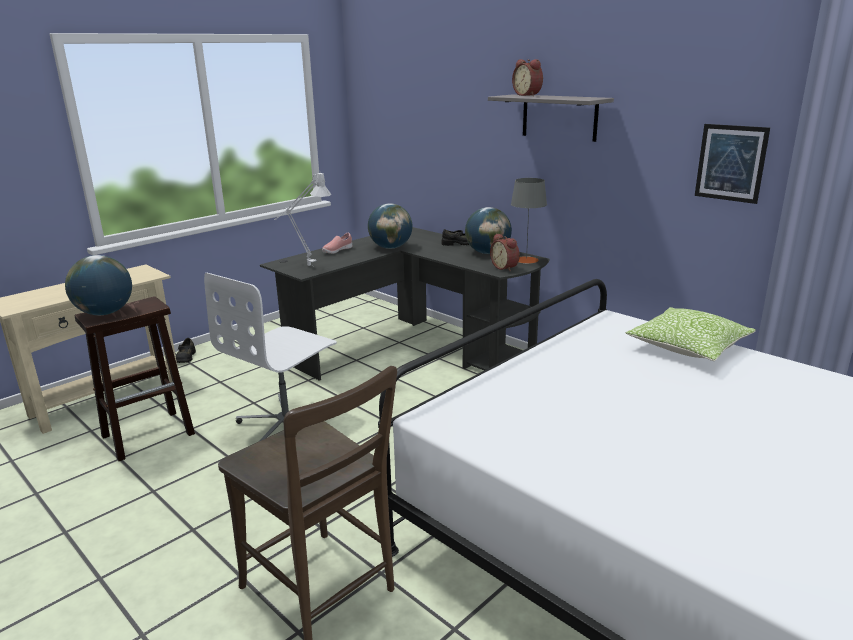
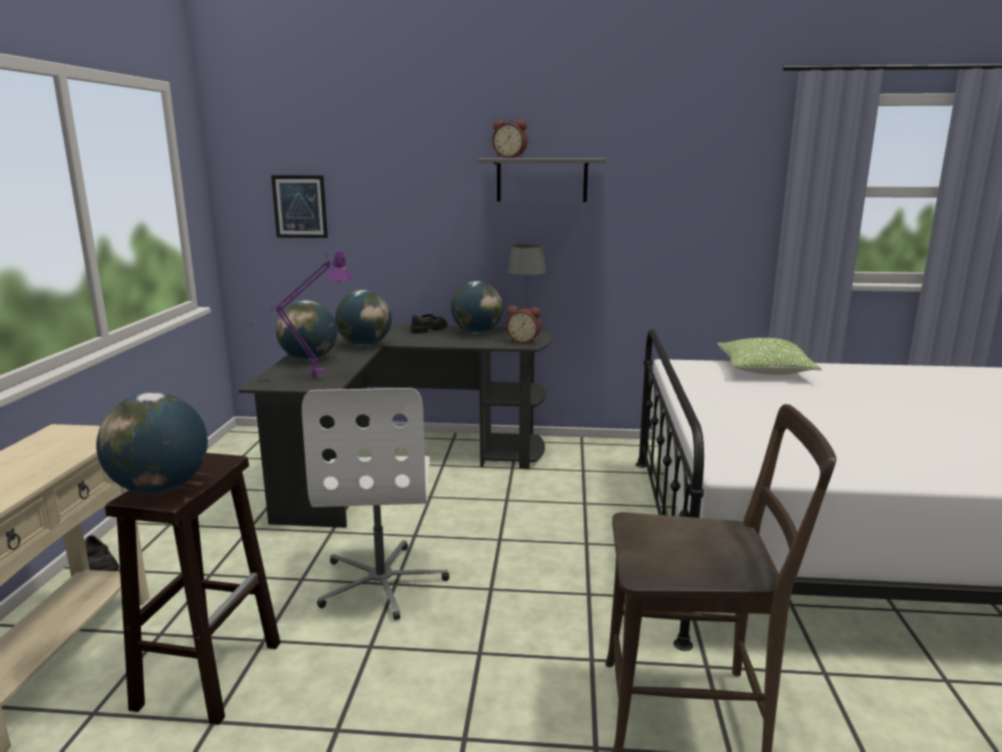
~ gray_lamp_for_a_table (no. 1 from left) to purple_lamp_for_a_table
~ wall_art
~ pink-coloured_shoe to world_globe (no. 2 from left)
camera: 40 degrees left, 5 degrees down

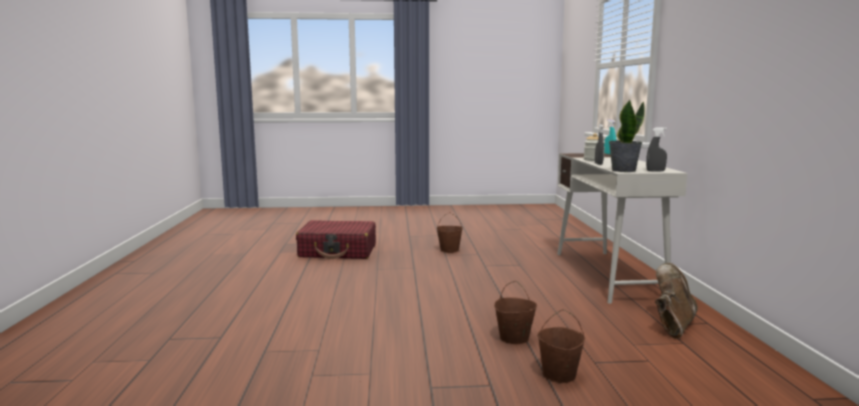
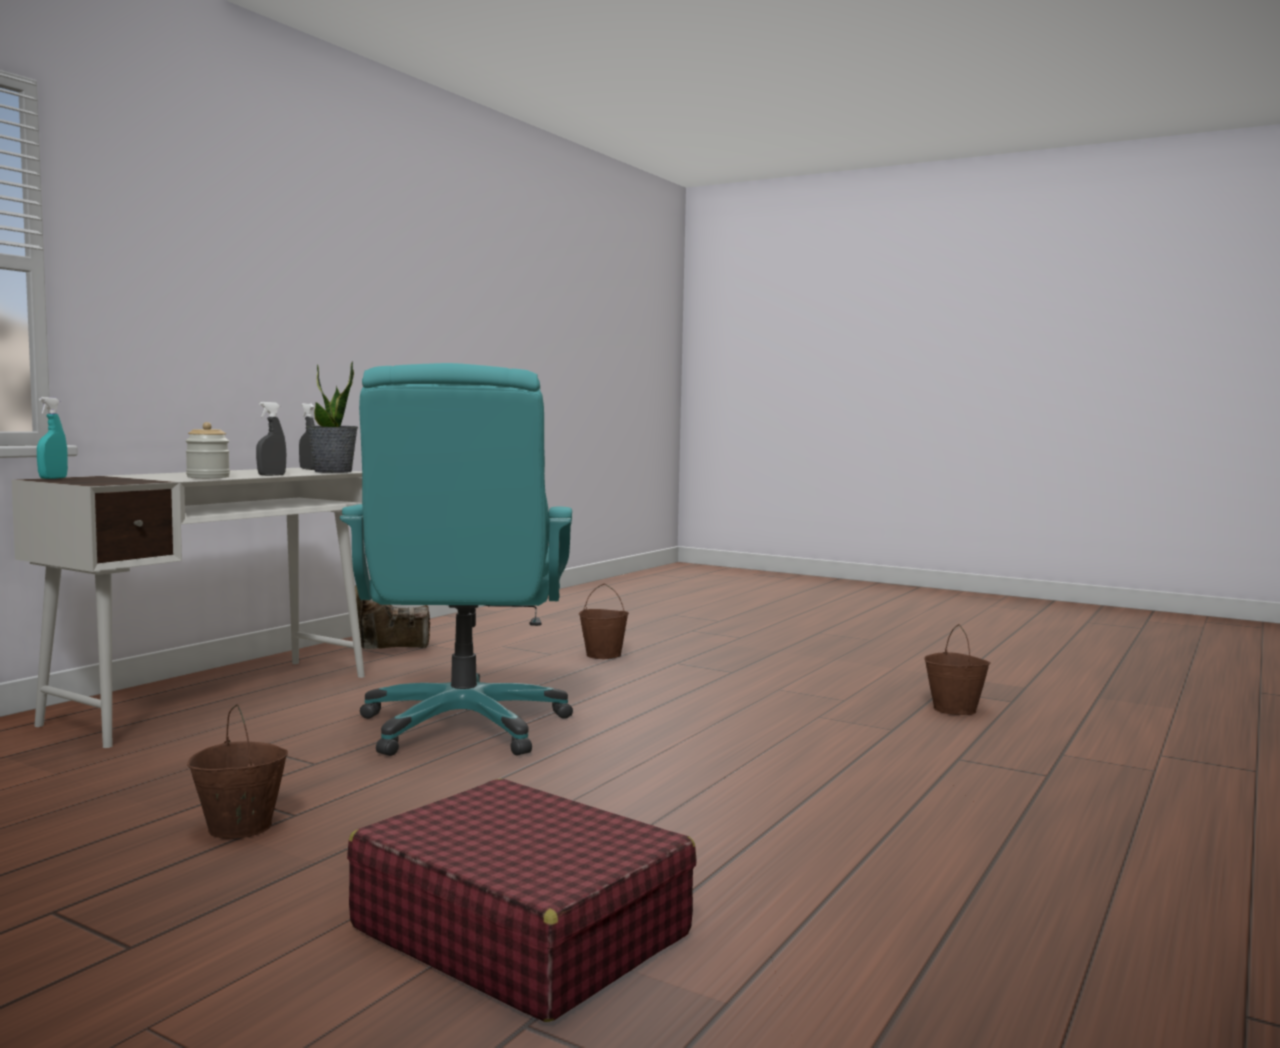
+ blue-green_computer_chair
~ brownish_bucket (no. 2 from left in the first image) to brownish_bucket (no. 3 from left)
camera: 145 degrees left, 5 degrees down

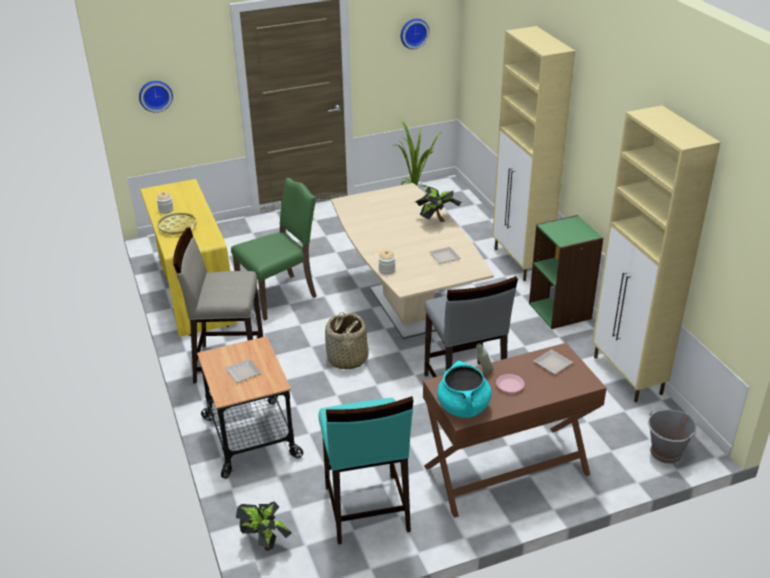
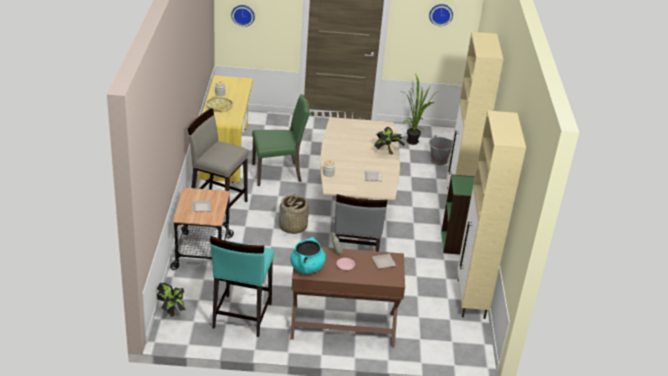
~ gray_bucket
camera: 20 degrees right, 0 degrees up

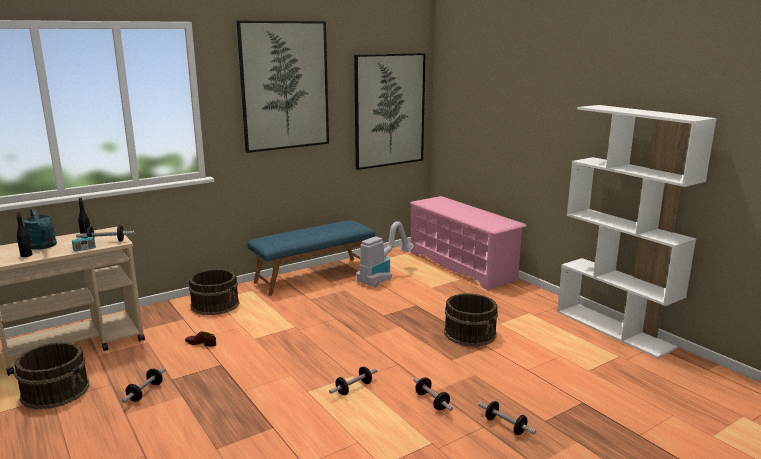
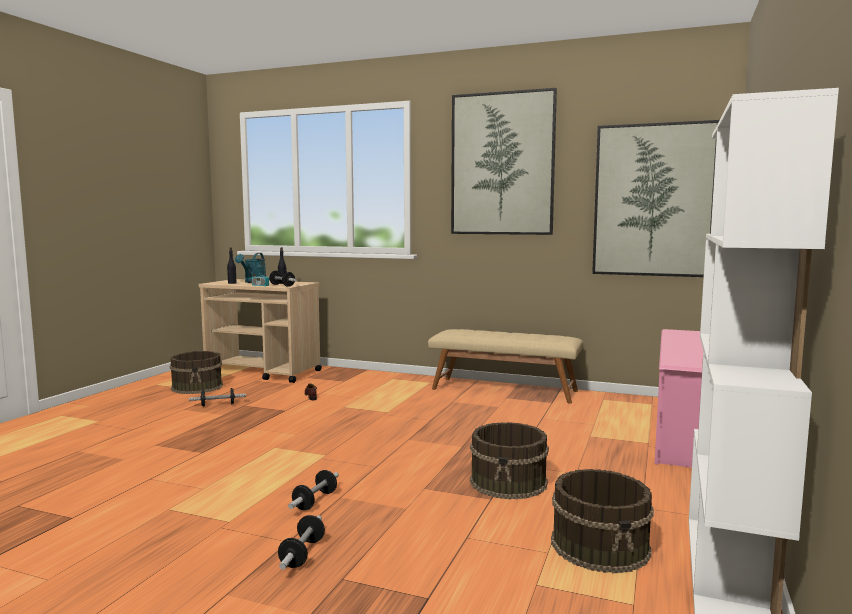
~ blue-coloured_long_seat to beige-coloured_long_seat
~ brownish_bucket (no. 2 from left in the first image) to brownish_bucket (no. 3 from left)
- free_weight (no. 3 from left)
- vacuum_cleaner
camera: 55 degrees right, 10 degrees down

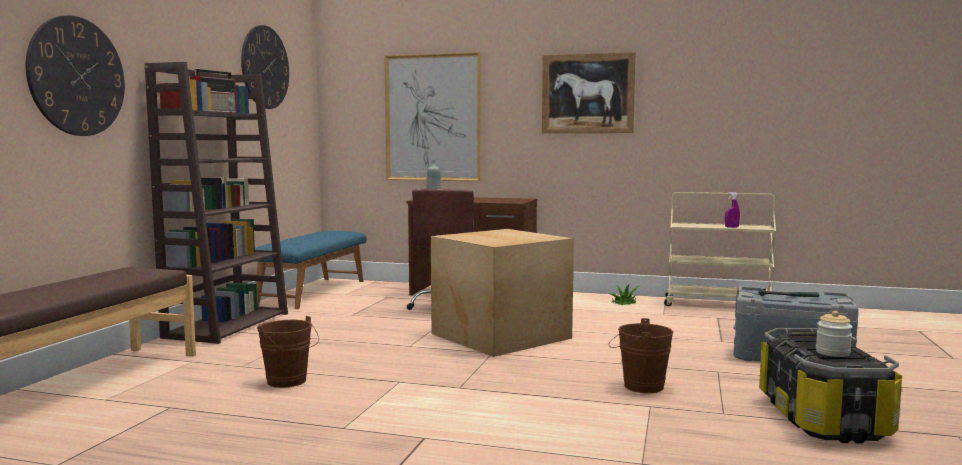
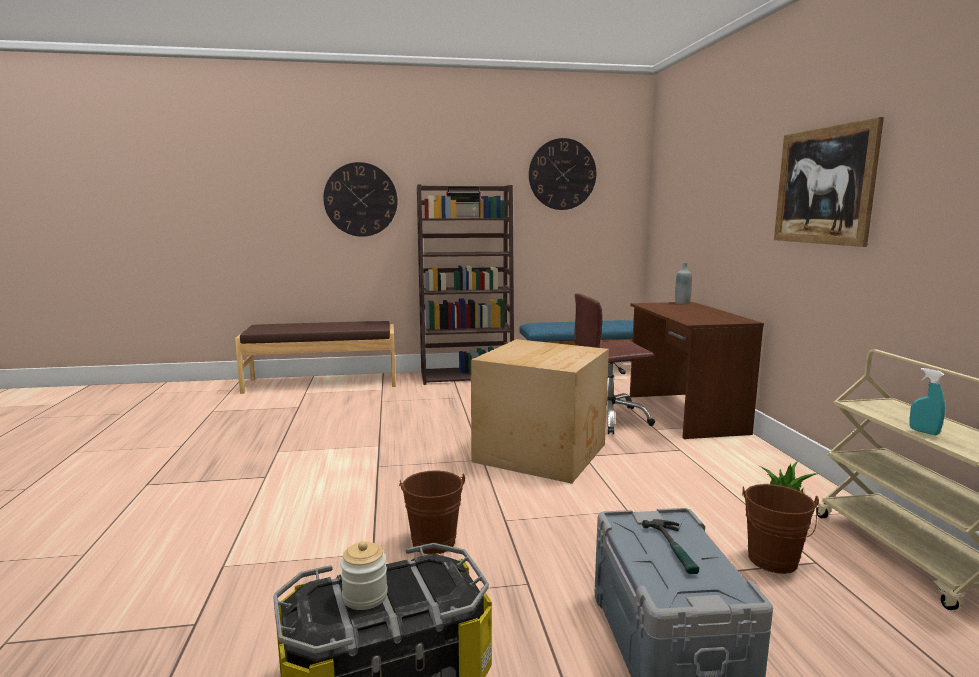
~ brownish_bucket (no. 1 from left in the first image) to brownish_bucket (no. 2 from left)
~ purple_hand_sprayer to blue-green_hand_sprayer
- wall_art (no. 1 from left)
camera: 65 degrees right, 5 degrees up

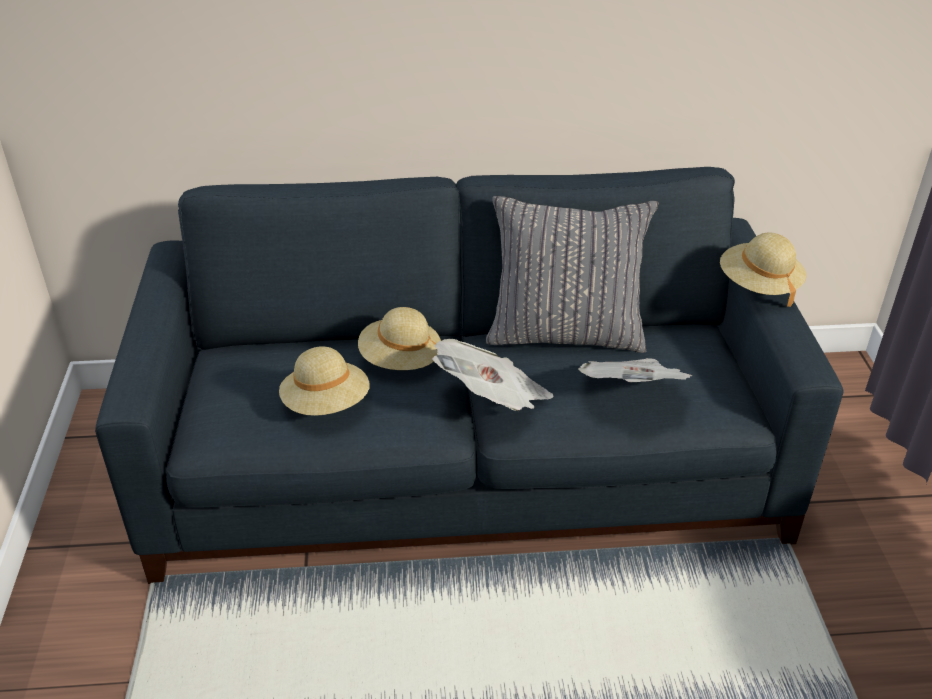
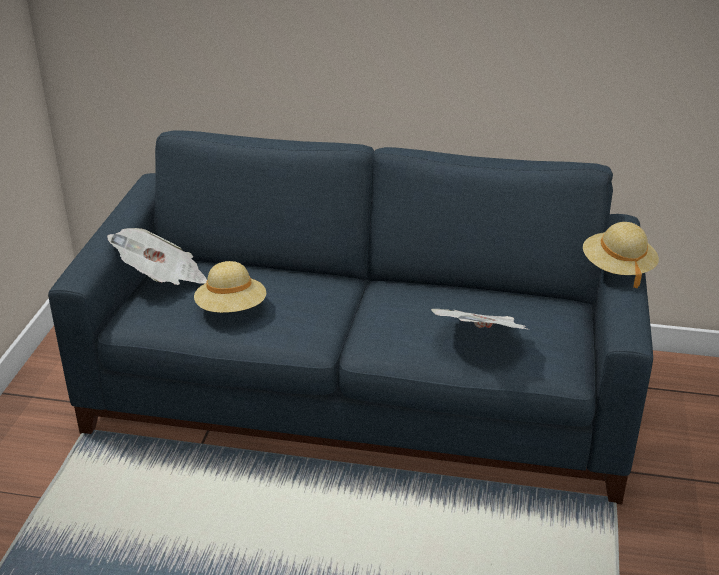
~ newspaper (no. 1 from left)
- beige-coloured_hat (no. 2 from left)
- gray_pillow
camera: 15 degrees right, 5 degrees down

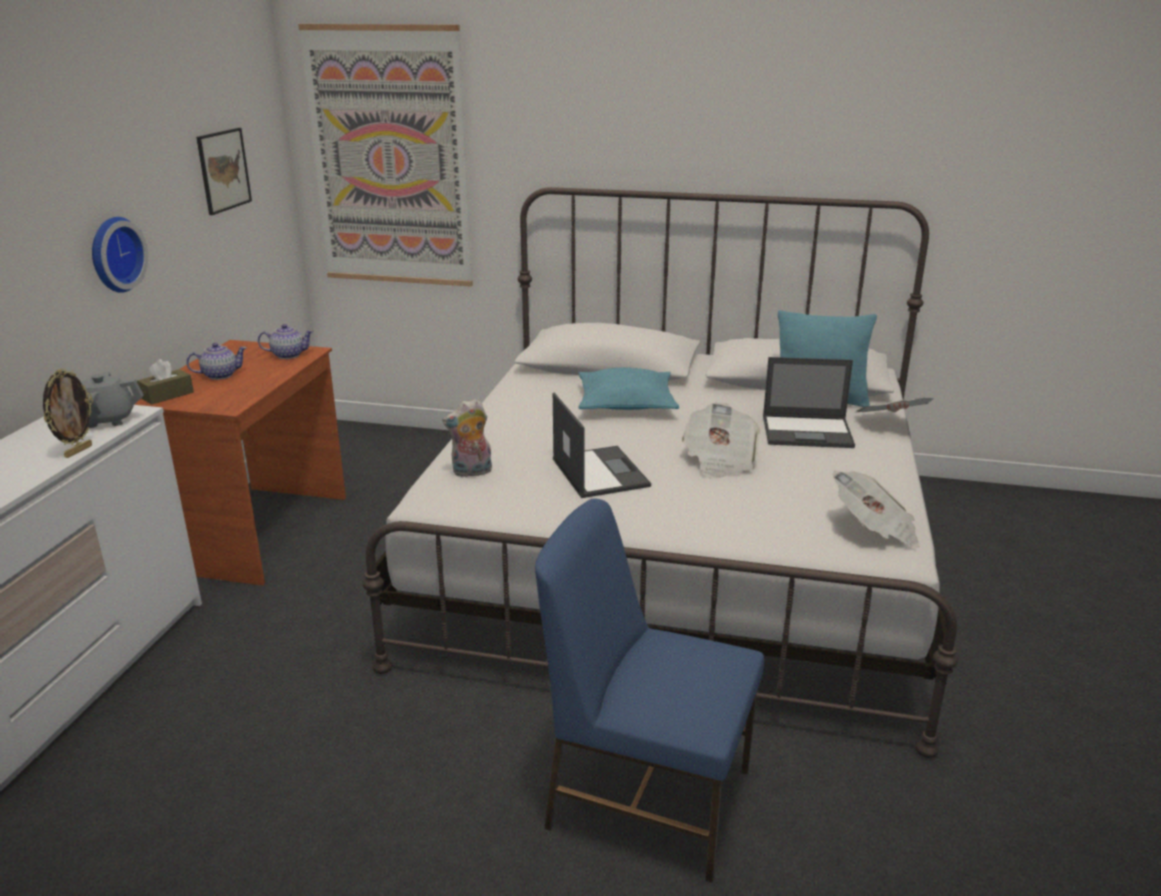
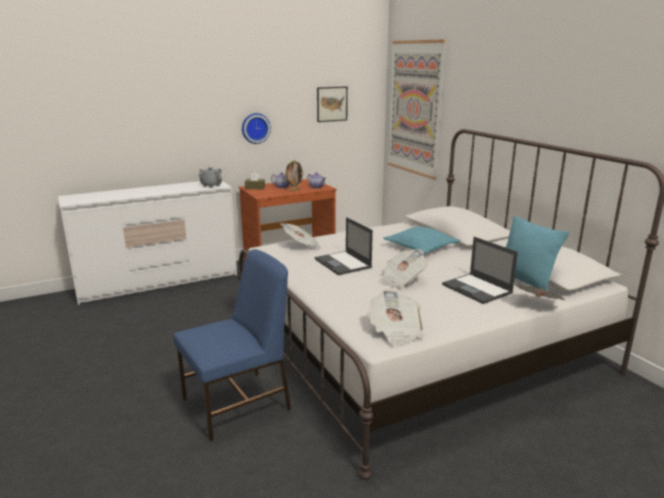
~ blue-coloured_plain_chair 75 degrees clockwise
~ soft_toy to newspaper (no. 1 from left)
~ photo_frame
~ portable_computer (no. 1 from left) 120 degrees clockwise
camera: 50 degrees right, 5 degrees down

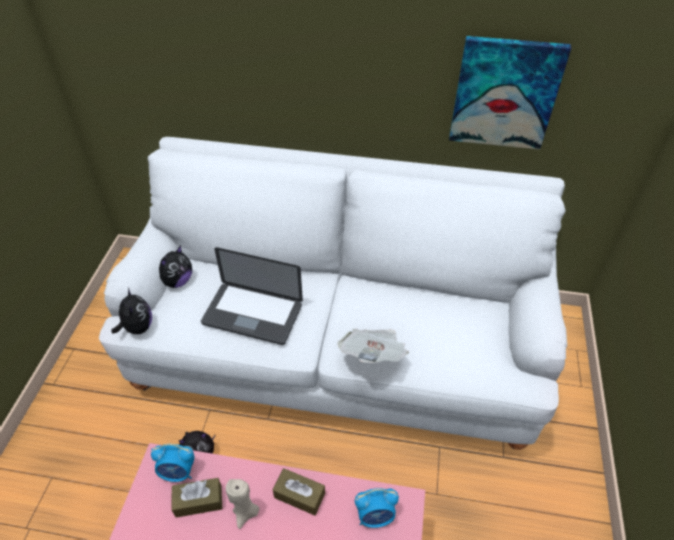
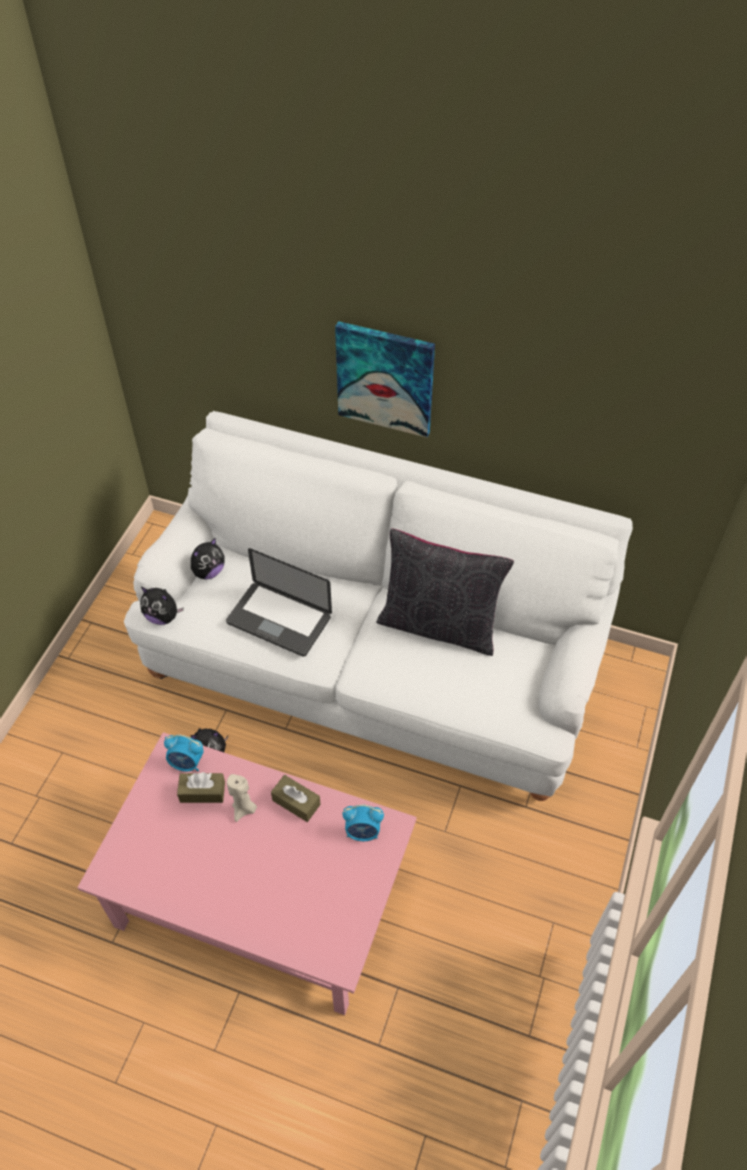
~ soft_toy (no. 1 from left) 120 degrees clockwise
~ wall_art
+ black-coloured_pillow
- newspaper
camera: 10 degrees right, 5 degrees up

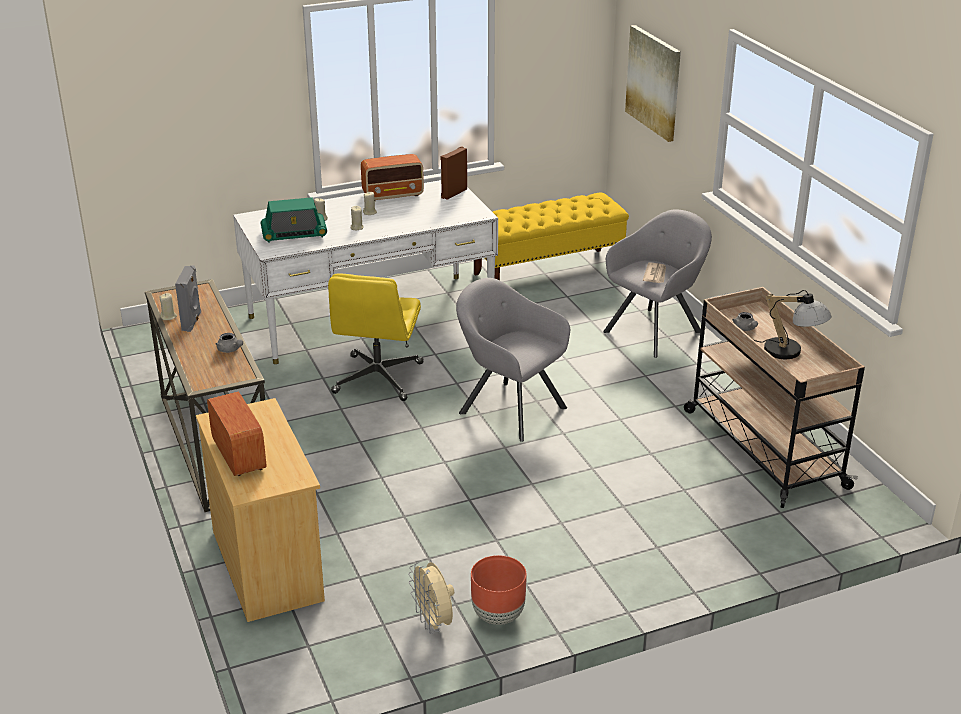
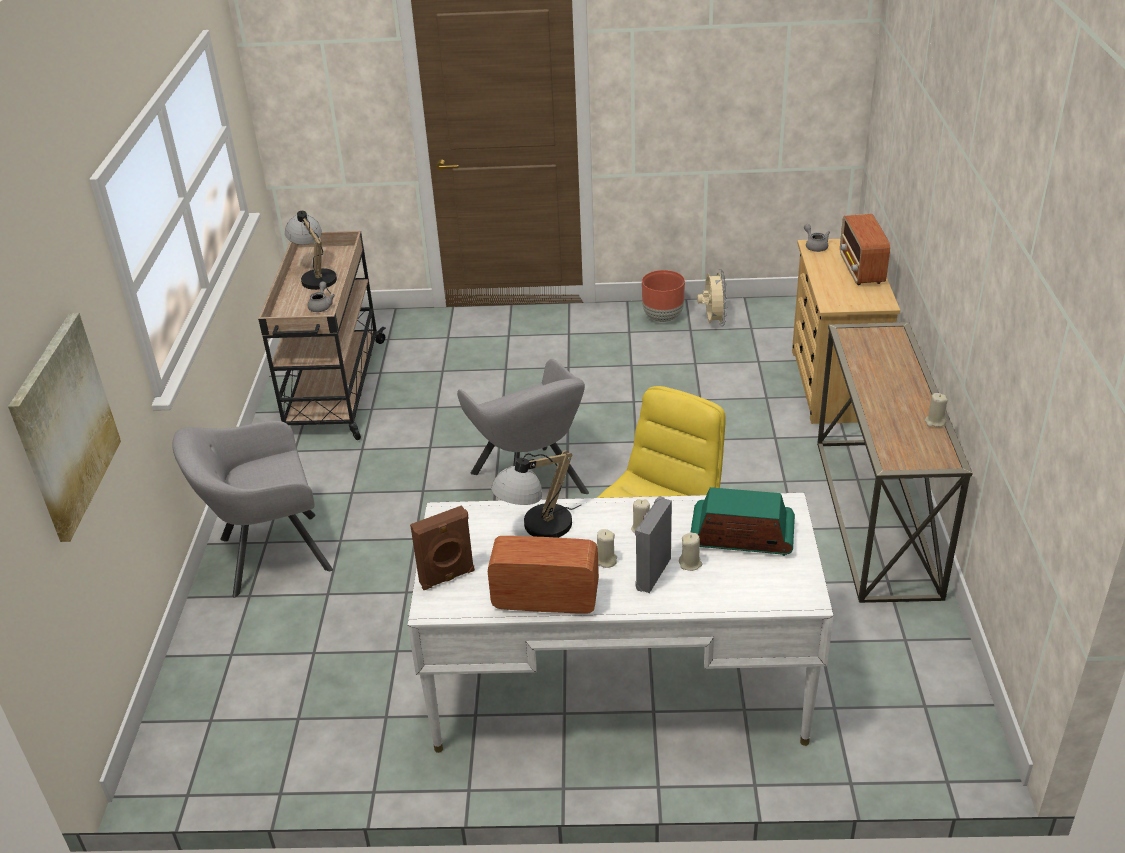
+ lamp_for_a_table (no. 2 from left)
~ gray_speaker
~ gray_tea_pot (no. 1 from left in the first image) to gray_tea_pot (no. 2 from left)
- yellowish_long_seat
- newspaper
camera: 155 degrees left, 5 degrees up

